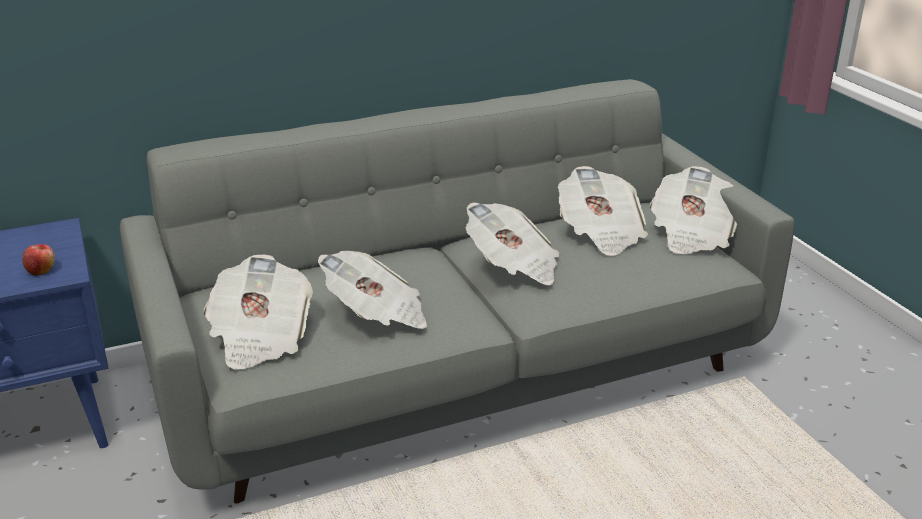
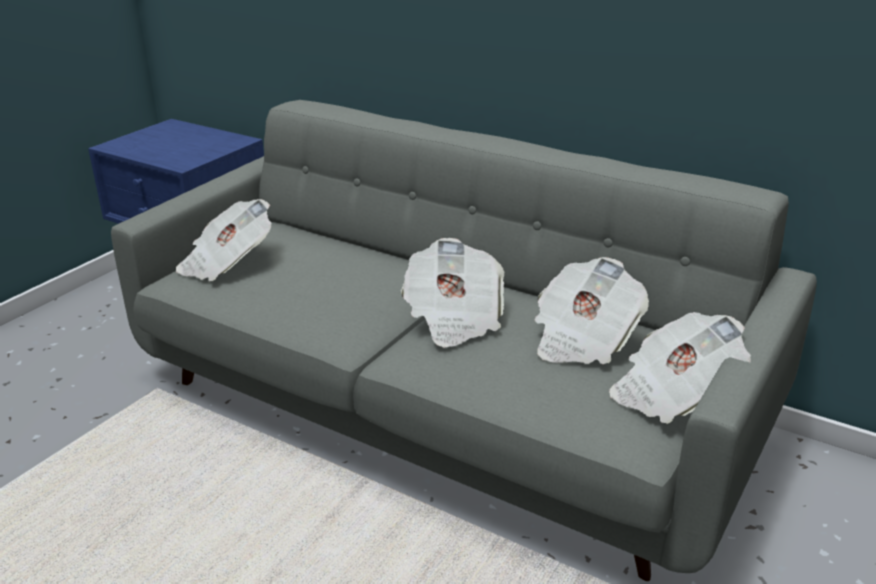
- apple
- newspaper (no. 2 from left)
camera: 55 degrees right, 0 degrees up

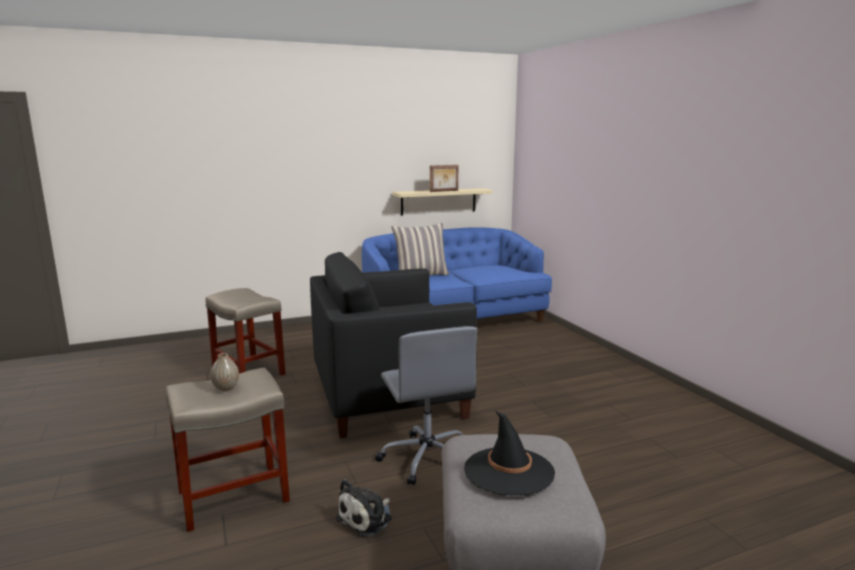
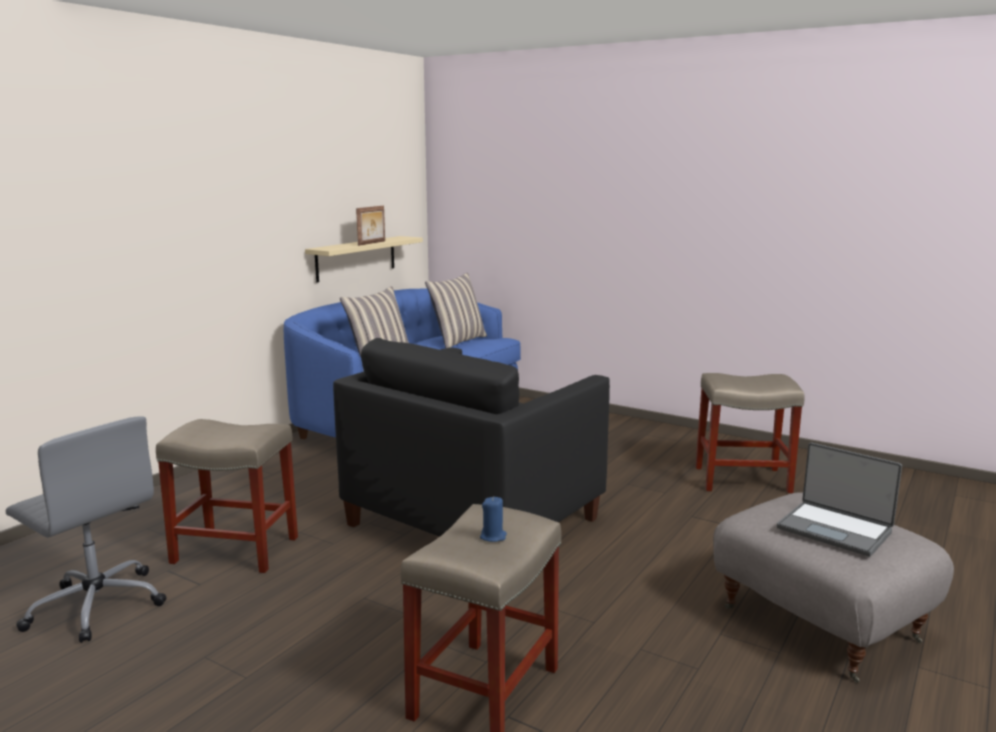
~ gray_computer_chair
+ pillow (no. 2 from left)
~ decorative_vase to blue-coloured_wax_light
+ beige-coloured_stool_seat (no. 3 from left)
~ black-coloured_hat to portable_computer
- soft_toy
camera: 35 degrees left, 0 degrees up

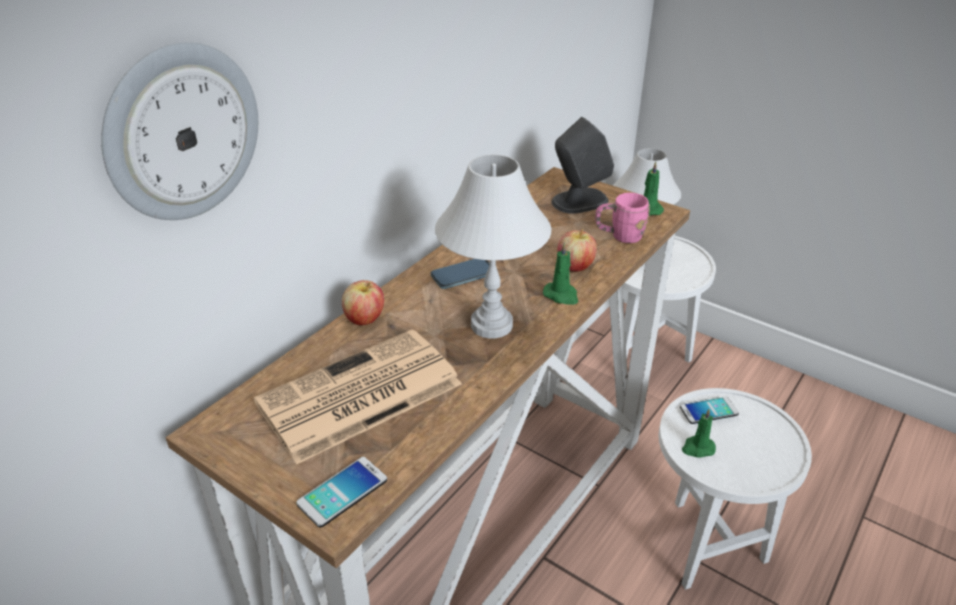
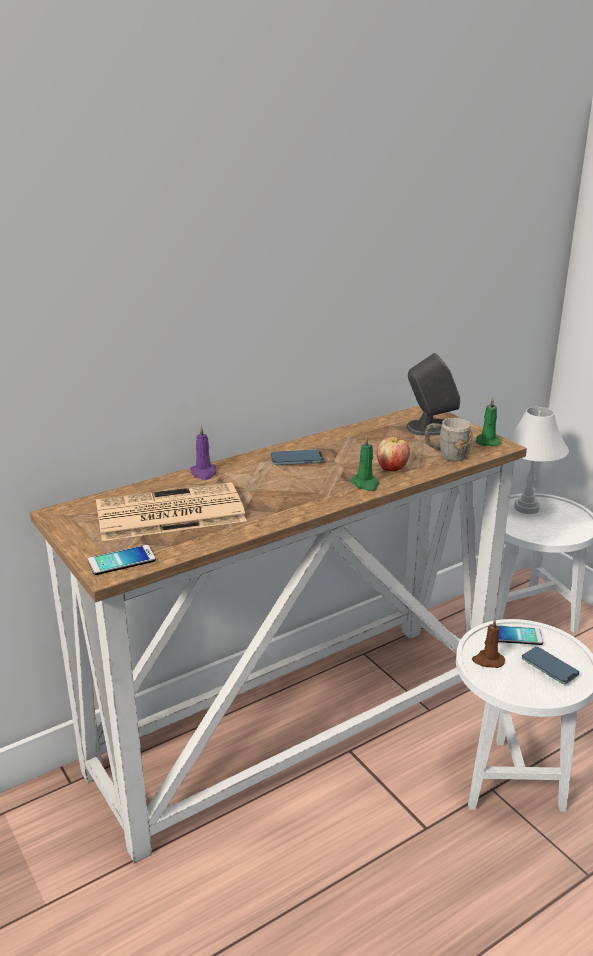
~ apple (no. 1 from left) to purple_wax_light
~ pink-coloured_coffee_mug to gray_coffee_mug
~ green-coloured_wax_light (no. 3 from left) to brownish_wax_light
+ telephone (no. 4 from left)
- clock_on_the_wall
- white-coloured_lamp_for_a_table (no. 1 from left)
camera: 20 degrees right, 10 degrees down

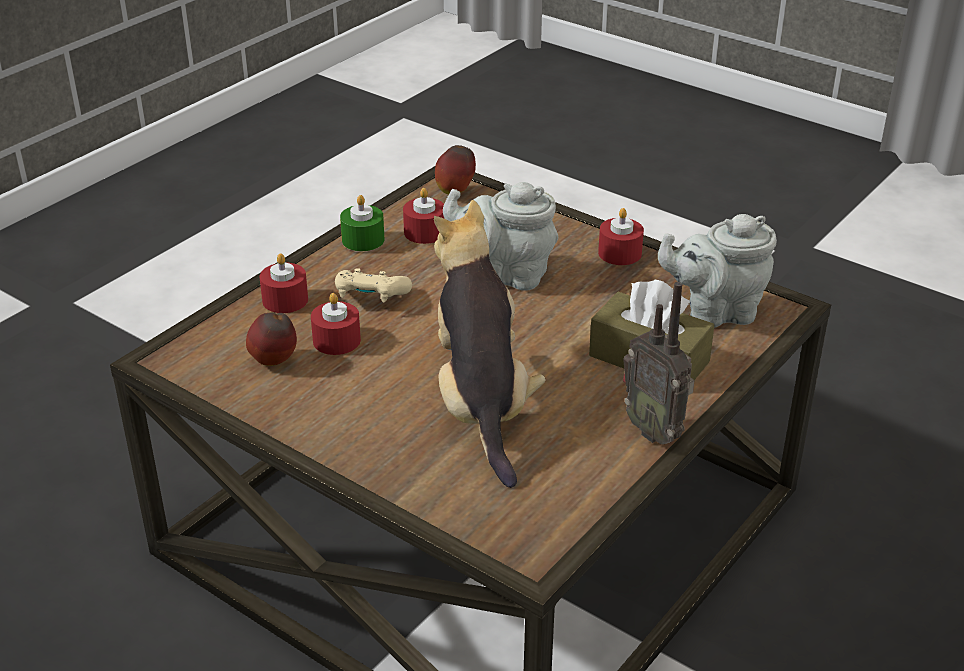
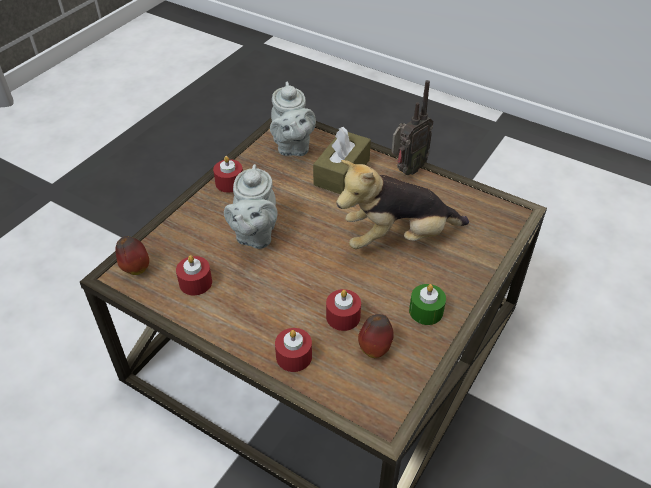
~ green-coloured_wax_light
- beige-coloured_joypad
camera: 95 degrees left, 10 degrees up

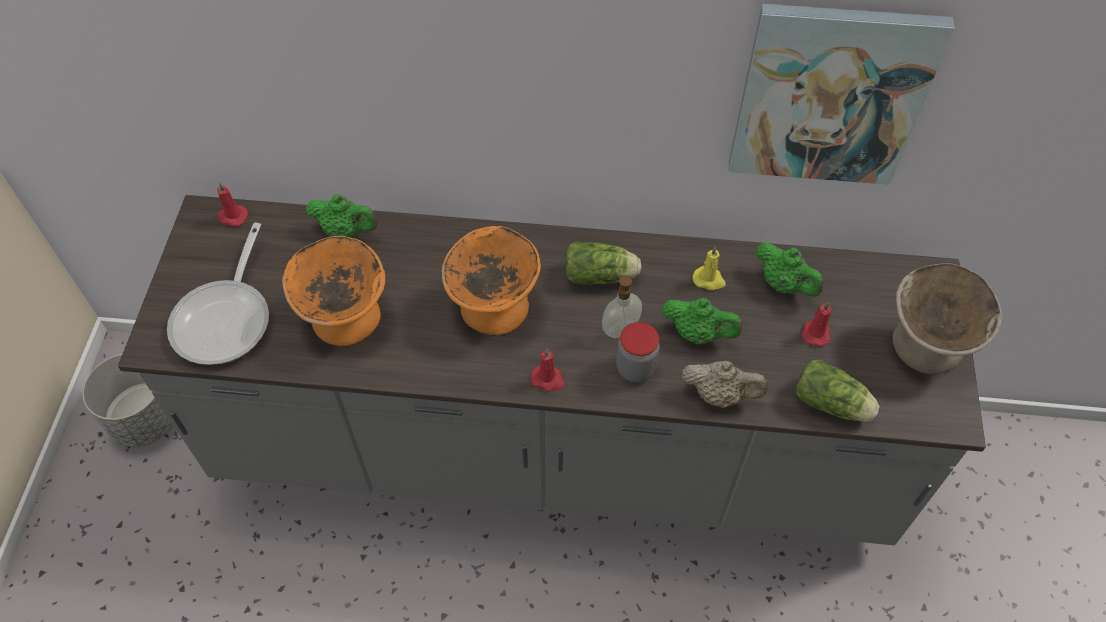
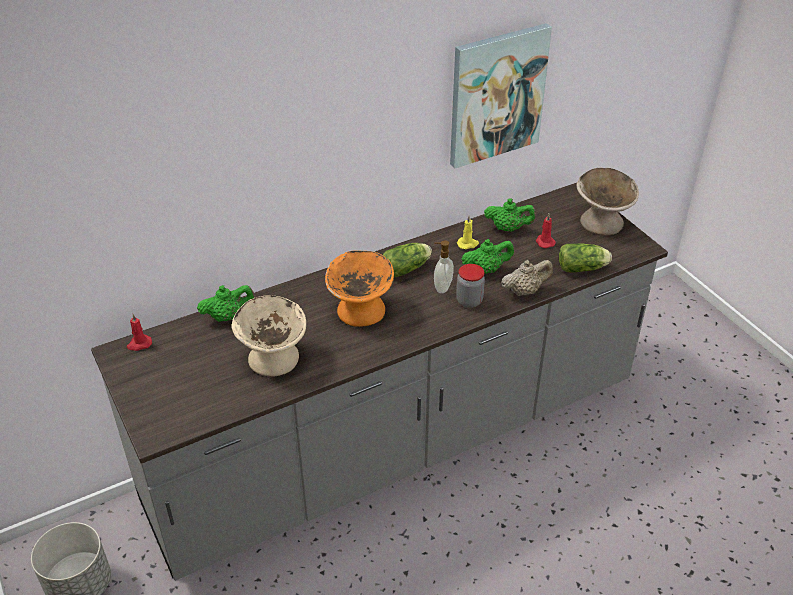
~ orange_serving_bowl (no. 1 from left) to beige-coloured_serving_bowl (no. 1 from left)
- skillet
- reddish_wax_light (no. 2 from left)
camera: 35 degrees left, 15 degrees down

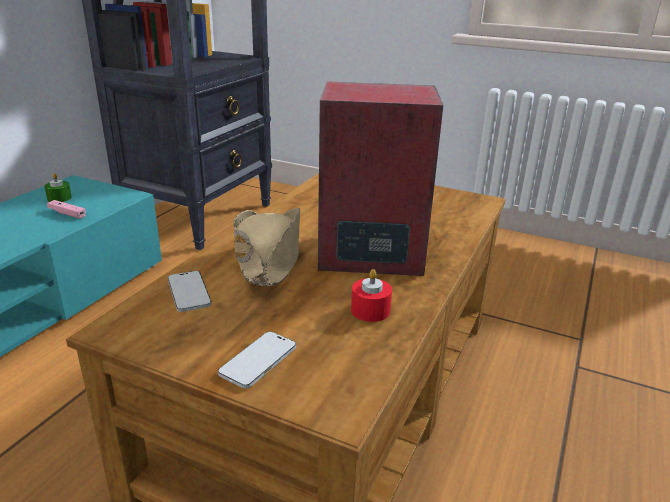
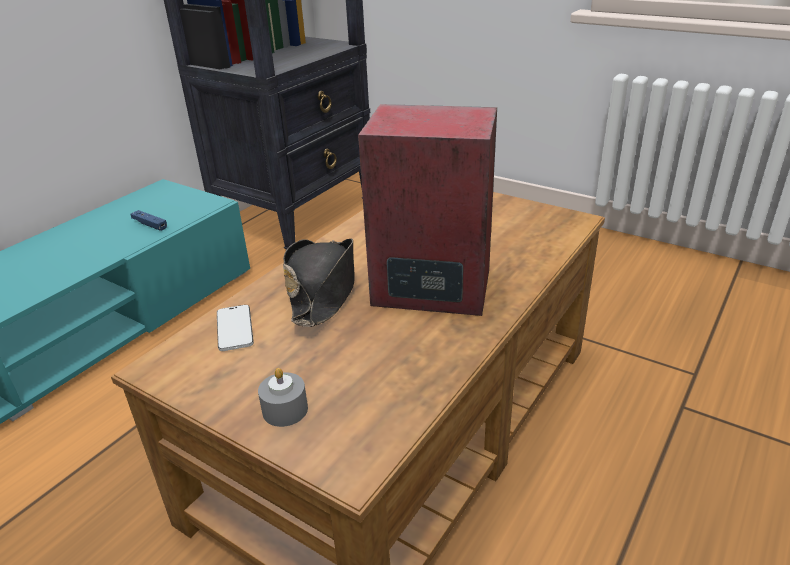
~ pink-coloured_joypad to blue-coloured_joypad
~ telephone (no. 2 from left) to gray_wax_light
~ beige-coloured_hat to black-coloured_hat
- green-coloured_wax_light
- reddish_wax_light
camera: 10 degrees right, 5 degrees up

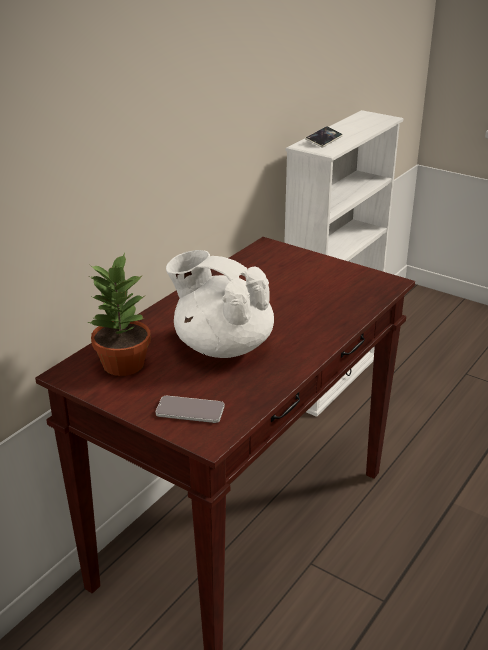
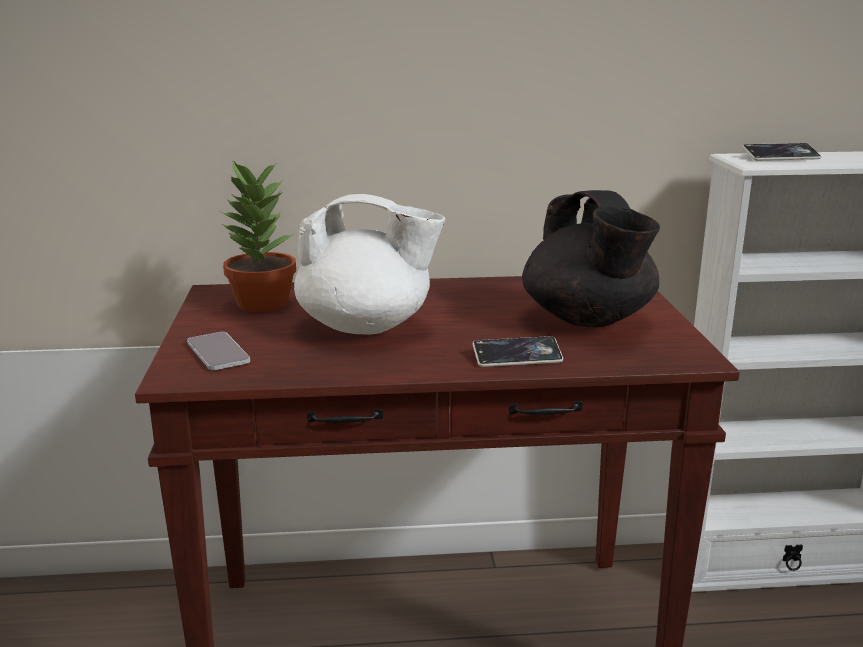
~ white-coloured_tea_pot 105 degrees clockwise
+ telephone (no. 2 from left)
+ black-coloured_tea_pot
camera: 50 degrees right, 10 degrees down

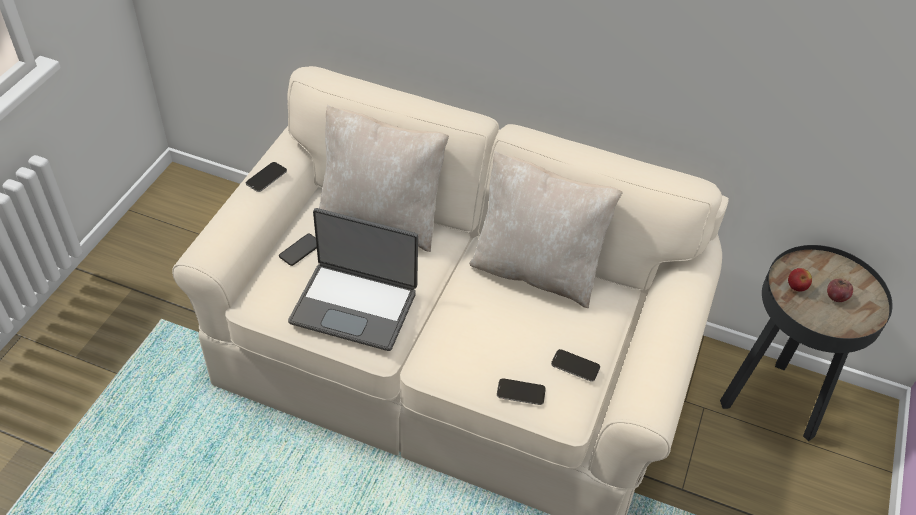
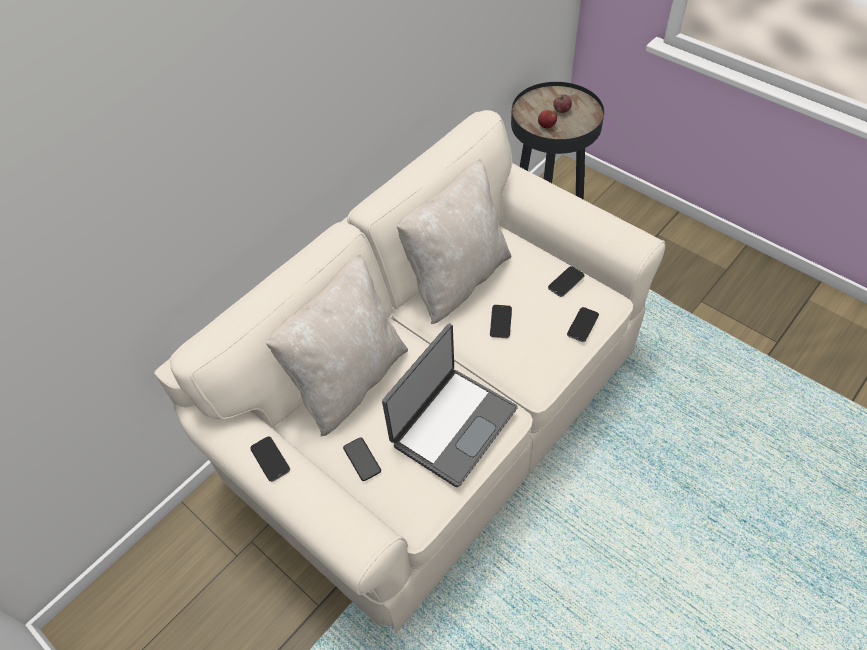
+ telephone (no. 3 from left)
camera: 65 degrees left, 5 degrees up

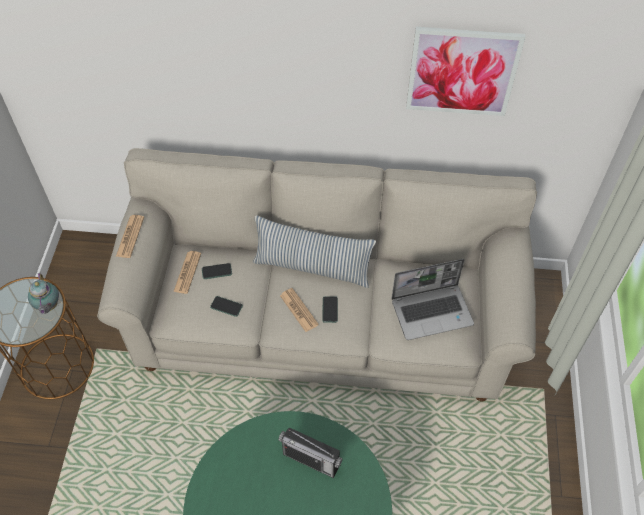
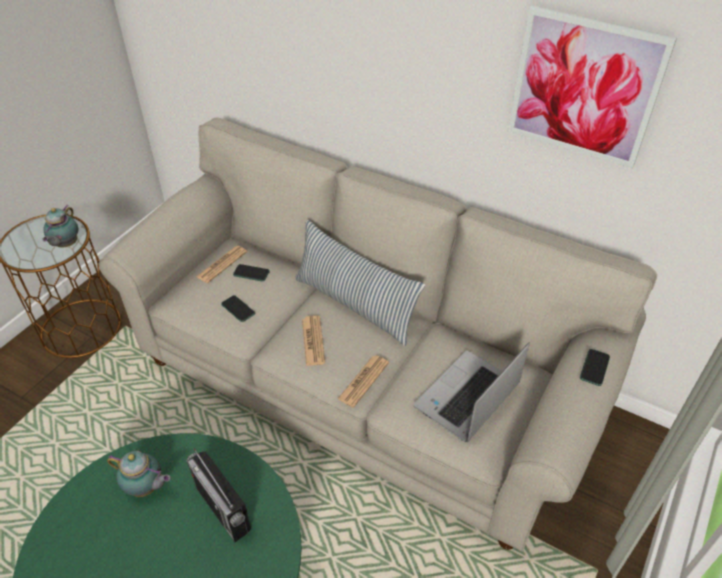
+ tea_pot (no. 2 from left)
~ newspaper (no. 1 from left in the first image) to newspaper (no. 3 from left)
~ portable_computer 120 degrees clockwise
~ telephone (no. 3 from left)
camera: 25 degrees right, 10 degrees down

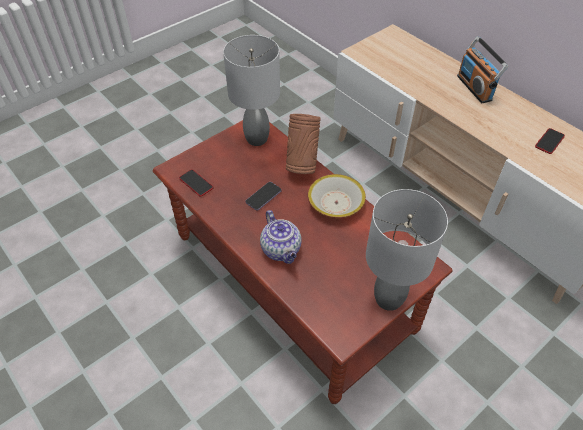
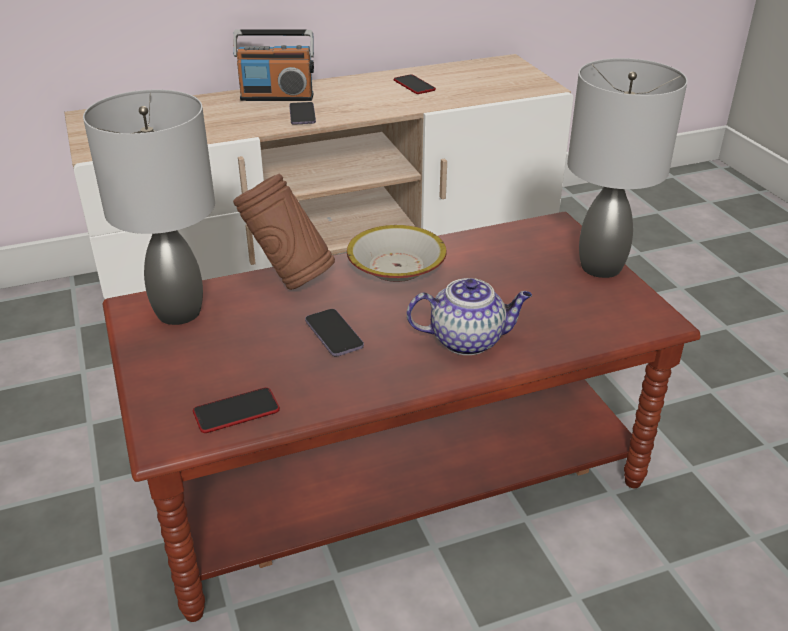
+ telephone (no. 2 from left)
camera: 70 degrees left, 15 degrees down

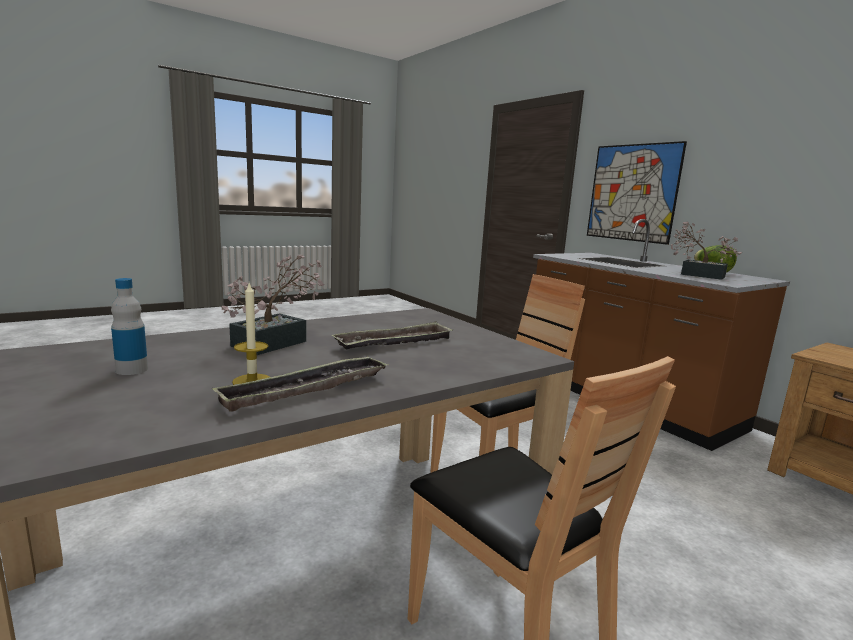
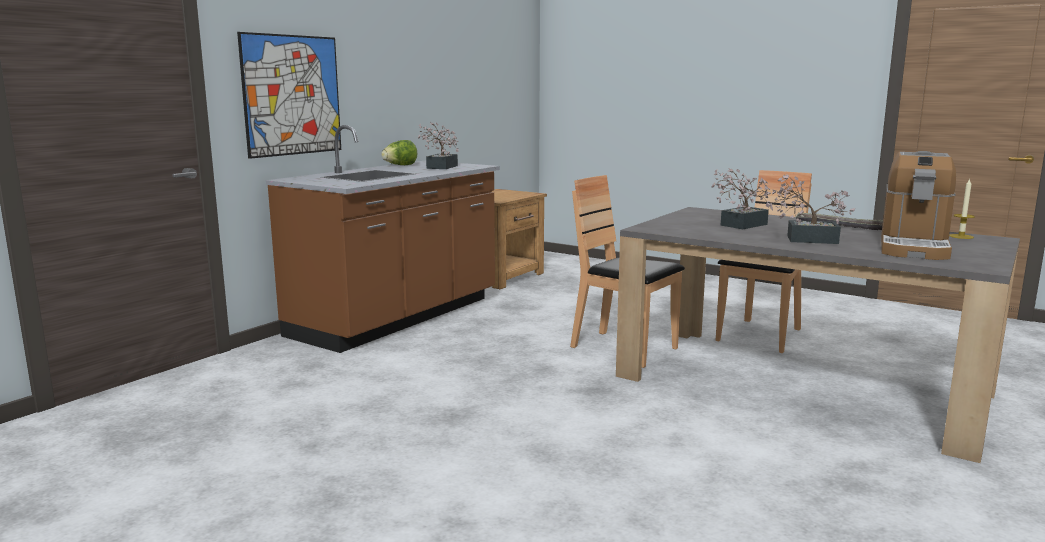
~ serving_tray (no. 2 from left) to potted_plant (no. 2 from left)
~ bottle to coffee_maker
~ wax_light
camera: 110 degrees left, 0 degrees up

